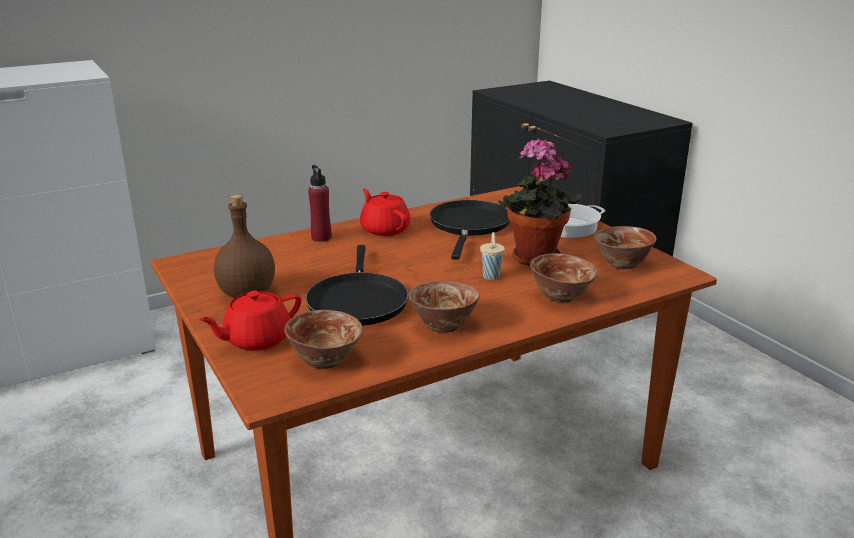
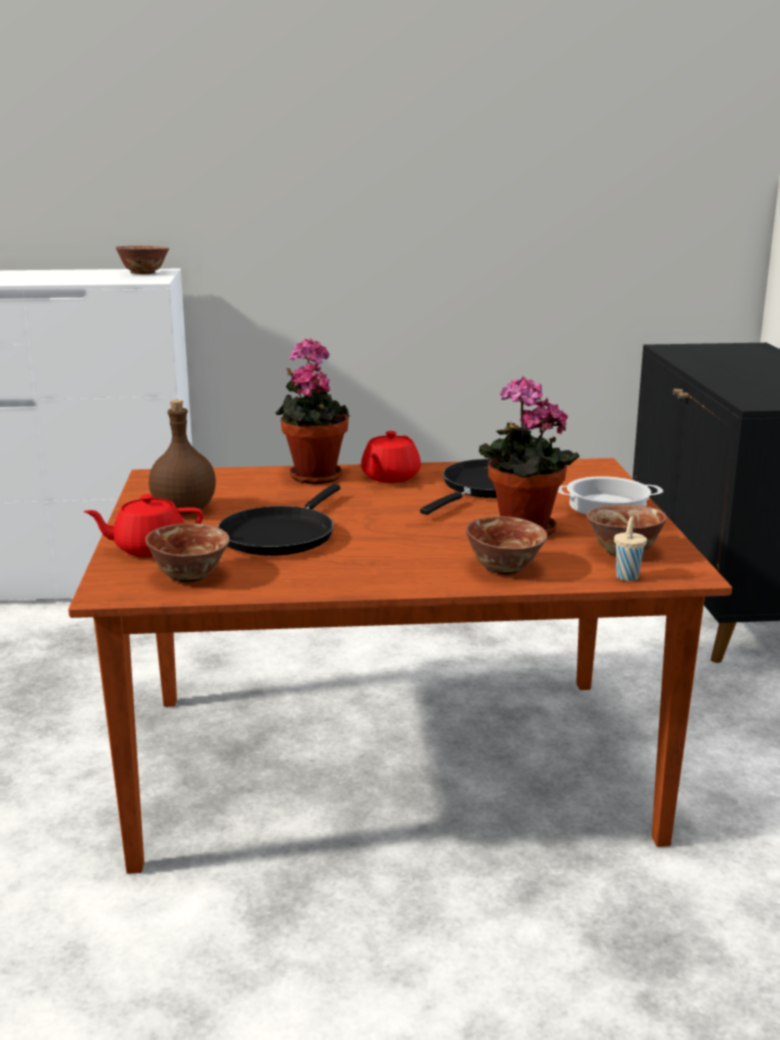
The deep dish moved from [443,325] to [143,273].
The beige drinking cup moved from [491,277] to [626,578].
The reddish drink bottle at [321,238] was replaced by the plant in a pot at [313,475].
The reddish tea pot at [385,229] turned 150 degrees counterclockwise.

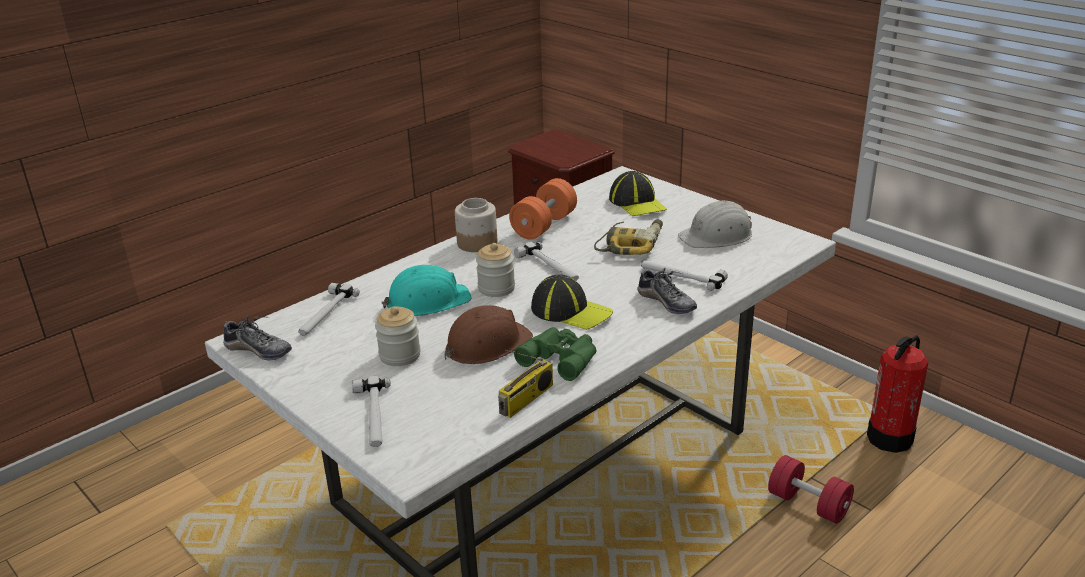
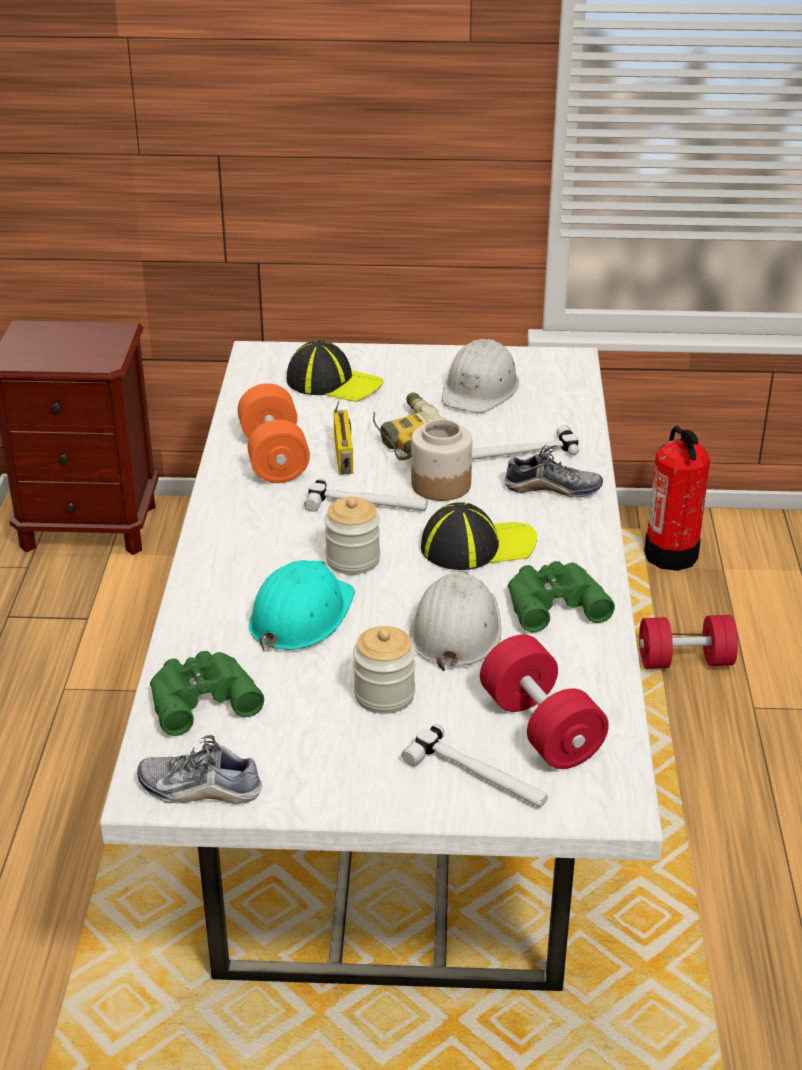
The reddish free weight at [540,728] appeared.
The preserve jar moved from [476,243] to [440,485].
The radio set moved from [526,400] to [344,455].
The tool hammer at [325,313] was replaced by the green-coloured pair of binoculars at [200,697].
The brown-coloured work helmet at [486,344] became the whitish work helmet at [456,630].
The low shoe at [258,350] turned 150 degrees counterclockwise.

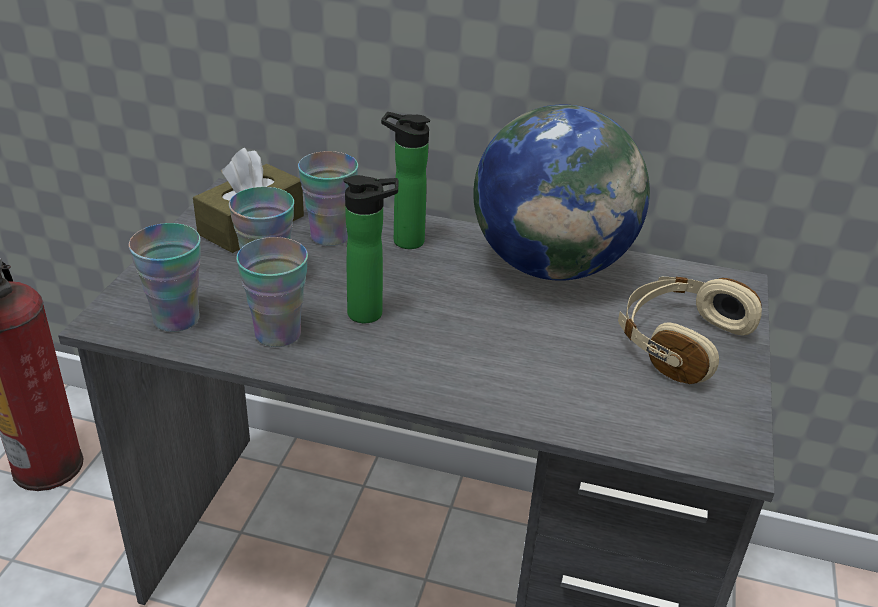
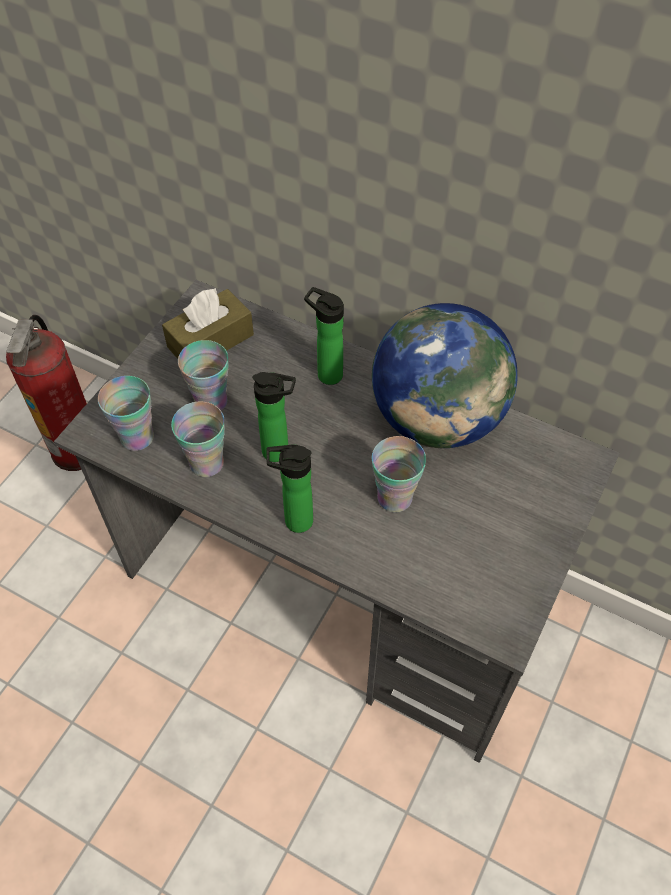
The beige headset at [679,341] disappeared.
The drink bottle at [294,521] appeared.
The drinking cup moved from [330,236] to [394,497].

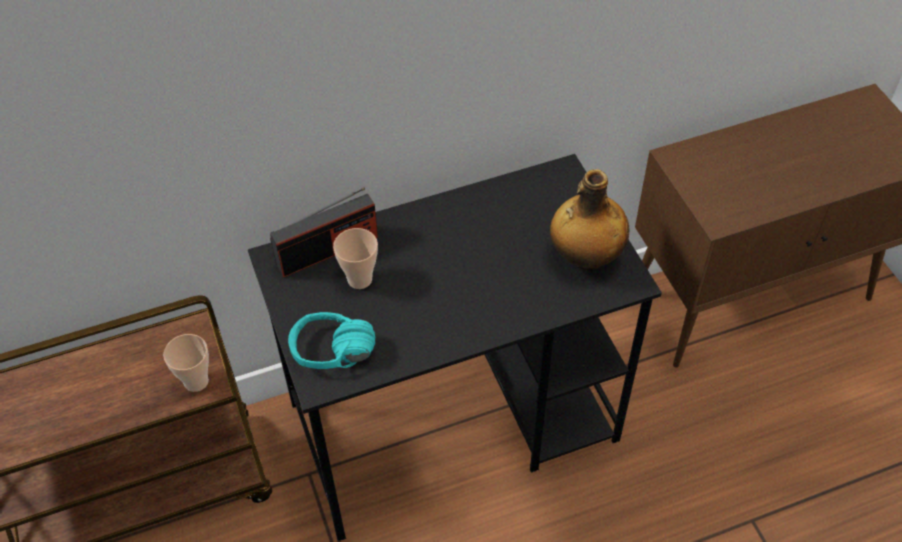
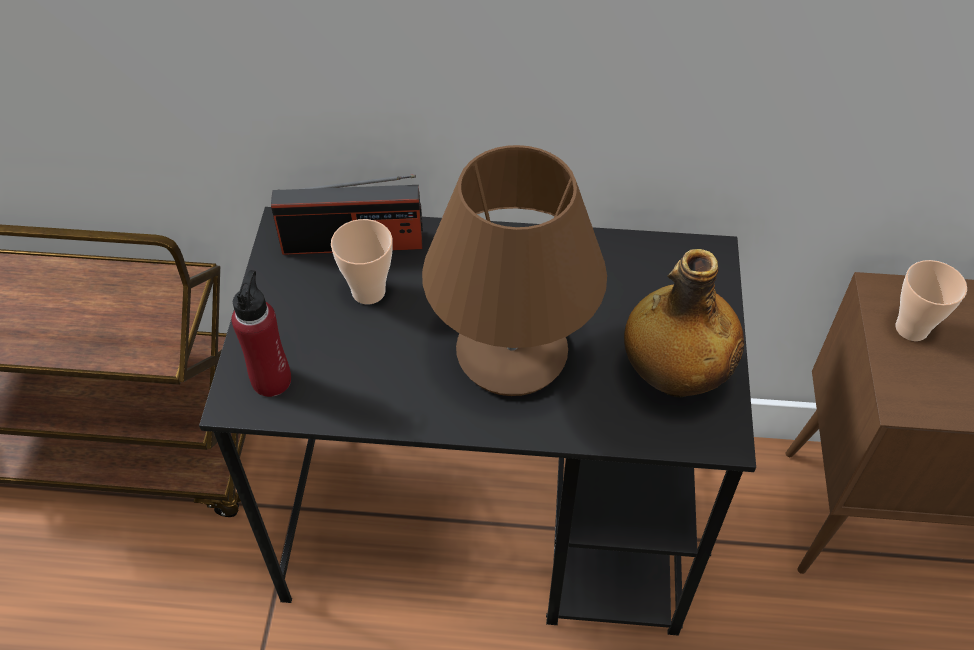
The brown-coloured lamp for a table at [510,353] appeared.
The drinking cup moved from [196,381] to [911,328].
The blue-green headset at [332,362] was replaced by the reddish drink bottle at [271,380].

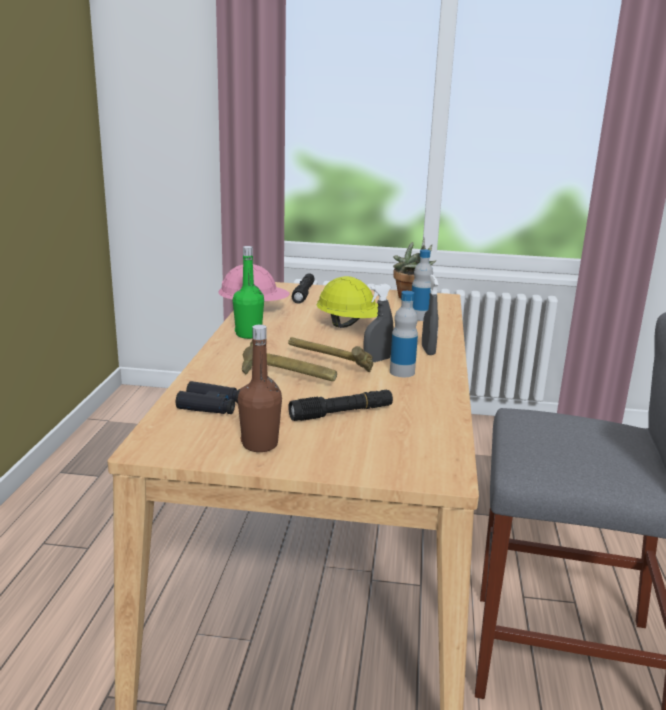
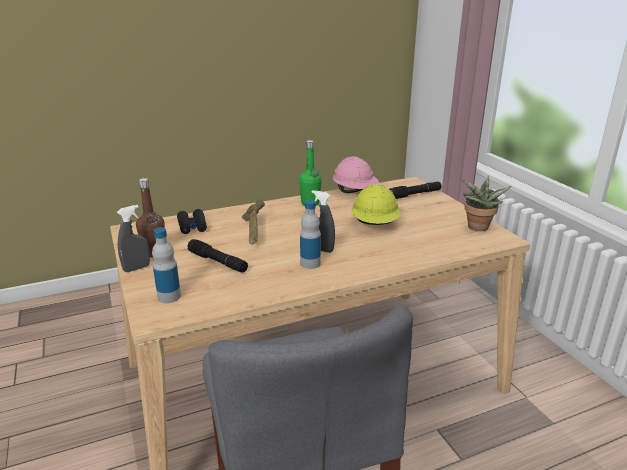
The tool hammer at [329,364] disappeared.
The drink bottle moved from [420,317] to [169,296].
The gray spray bottle moved from [428,350] to [136,268].

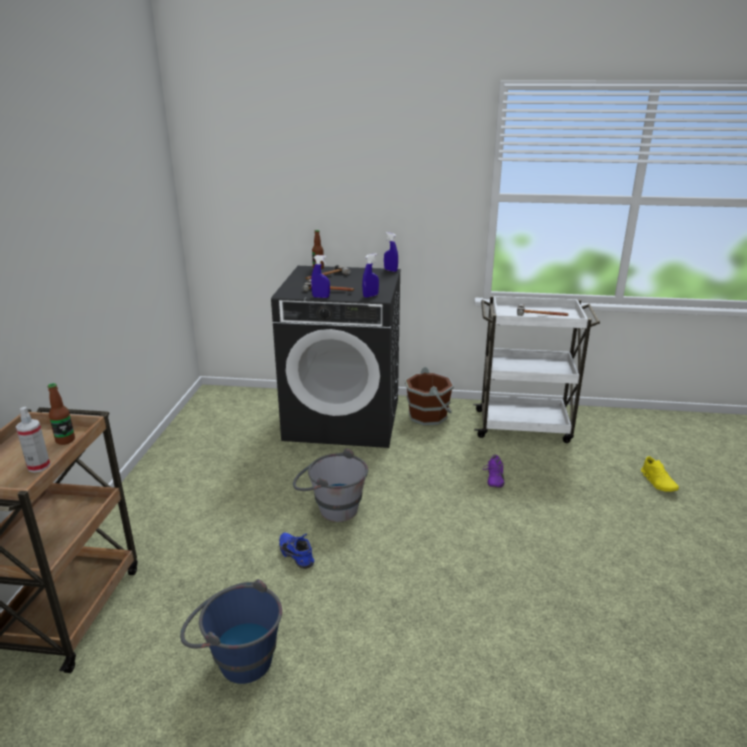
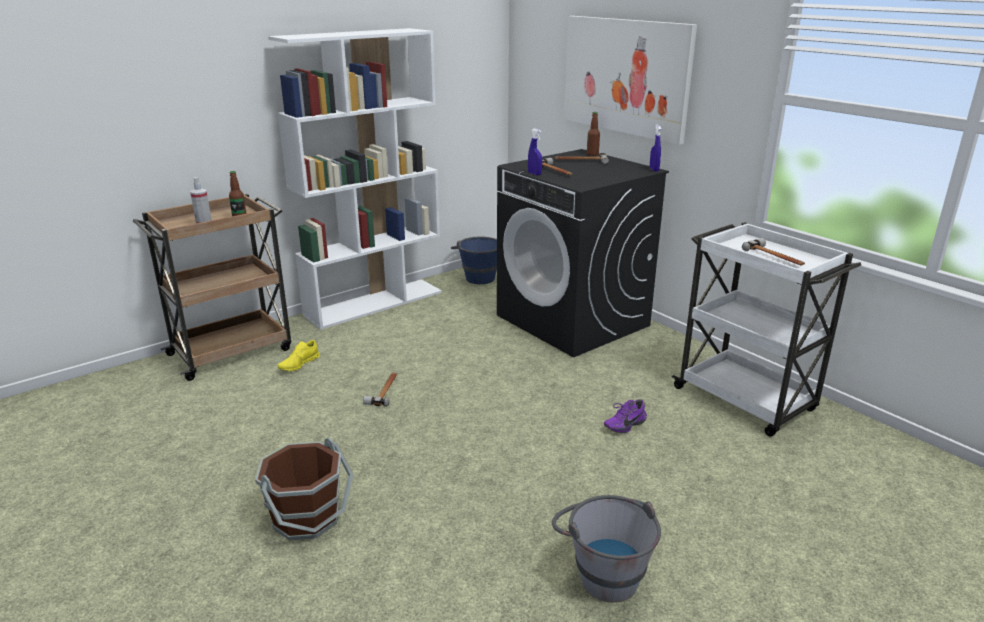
The blue-coloured spray bottle at [370,296] disappeared.
The whitish bookcase at [374,303] appeared.
The wall picture at [625,76] appeared.
The blue-coloured bucket moved from [236,658] to [477,276].
The gray bucket moved from [331,508] to [602,571].
The brown-coloured bucket moved from [428,415] to [307,517].
The yellow low shoe moved from [658,482] to [299,364].
The blue-coloured low shoe at [298,554] was replaced by the tool hammer at [384,391].

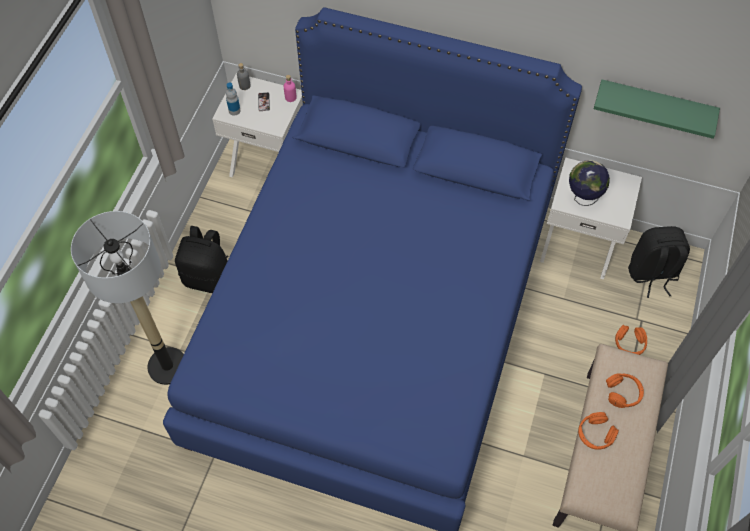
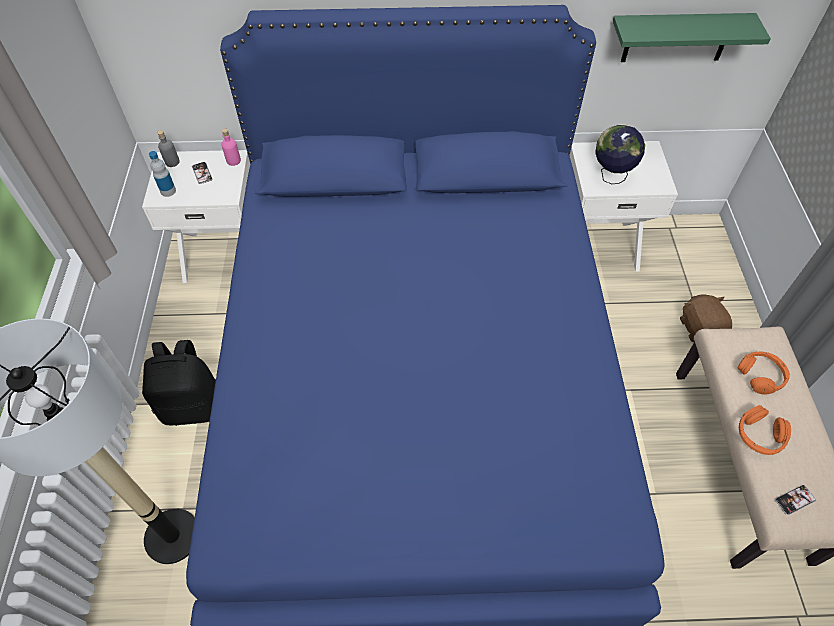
The black backpack at [652,274] disappeared.
The handset at [794,500] appeared.
The orange-coloured headset at [629,344] was replaced by the brown-coloured cuddly toy at [700,328].

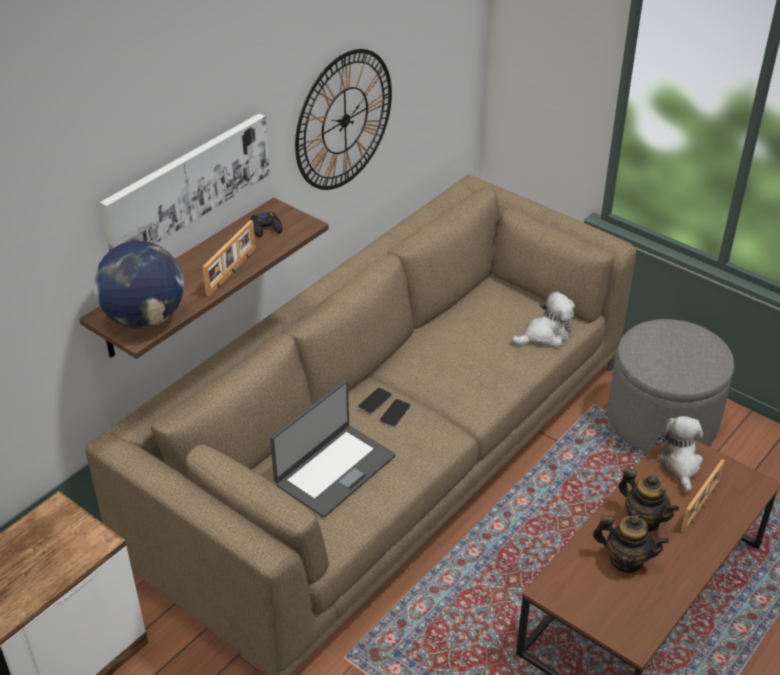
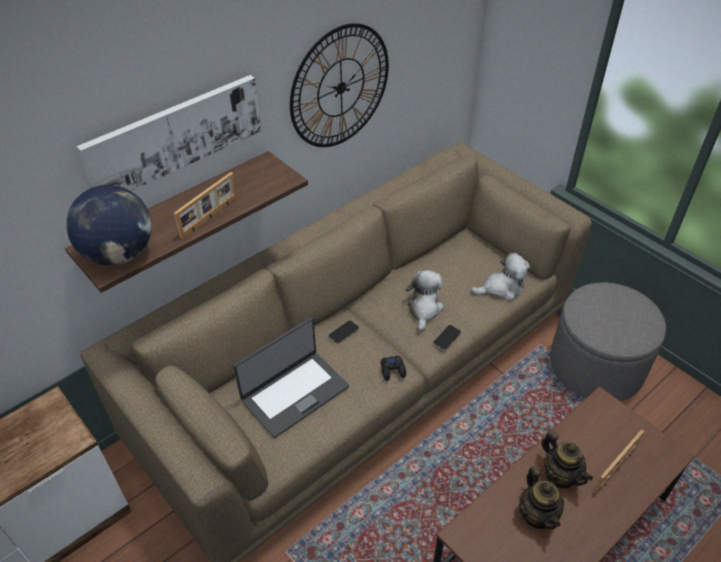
The black joypad moved from [266,228] to [393,370].
The handset moved from [395,413] to [447,338].
The cuddly toy moved from [679,464] to [424,309].
The tea pot at [626,560] turned 45 degrees clockwise.

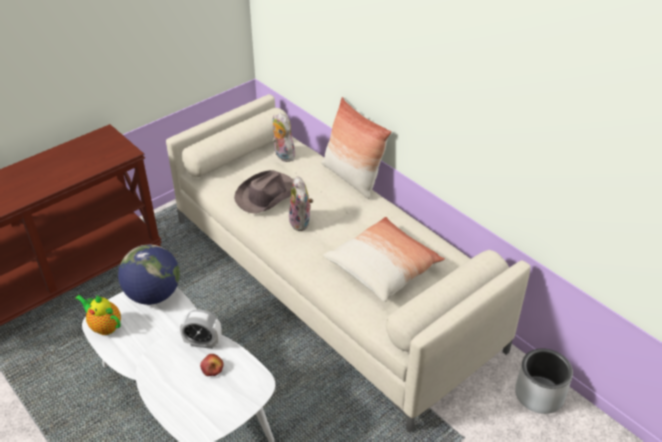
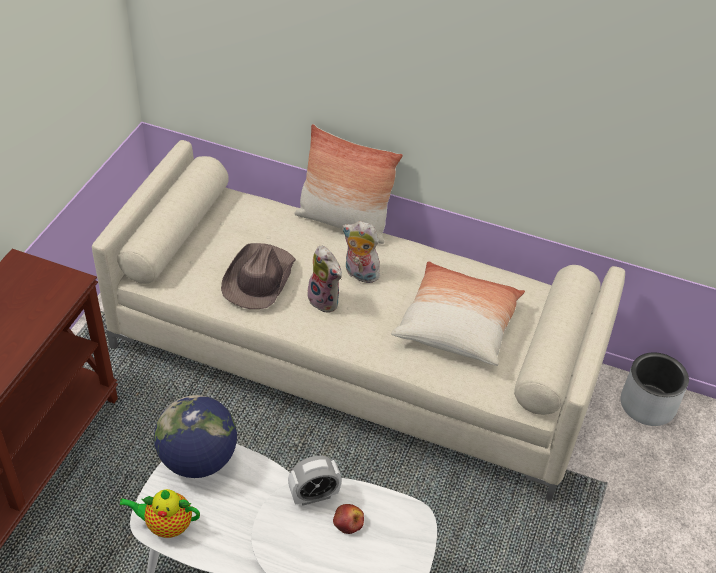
The cuddly toy moved from [282,155] to [359,274].

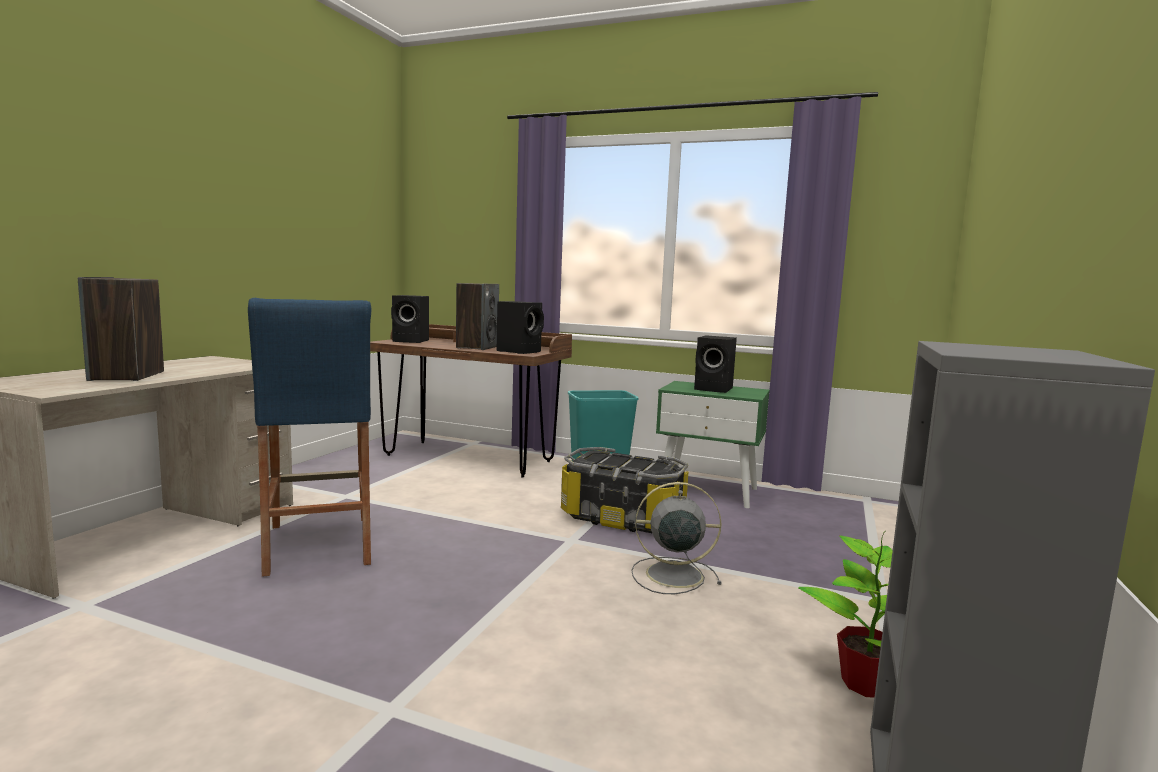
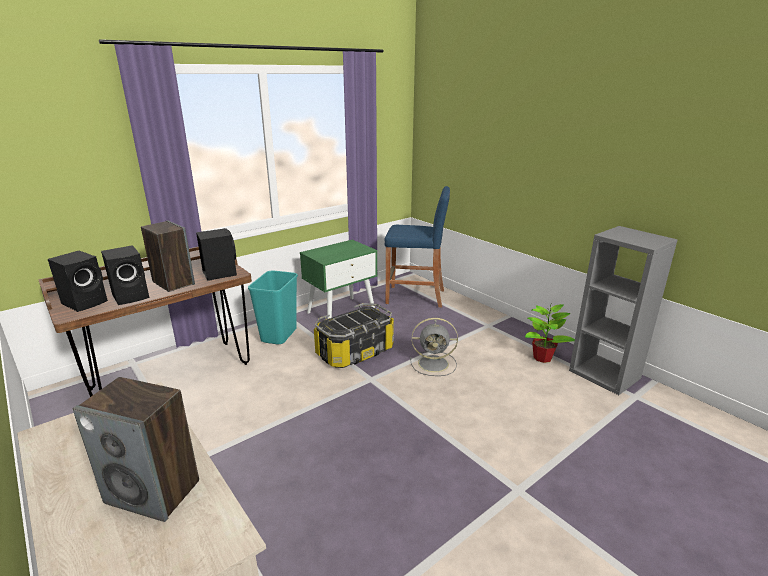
The blue-coloured stool moved from [319,544] to [415,297].
The black audio speaker moved from [715,389] to [132,296].
The gray cooling fan at [671,575] turned 120 degrees counterclockwise.

